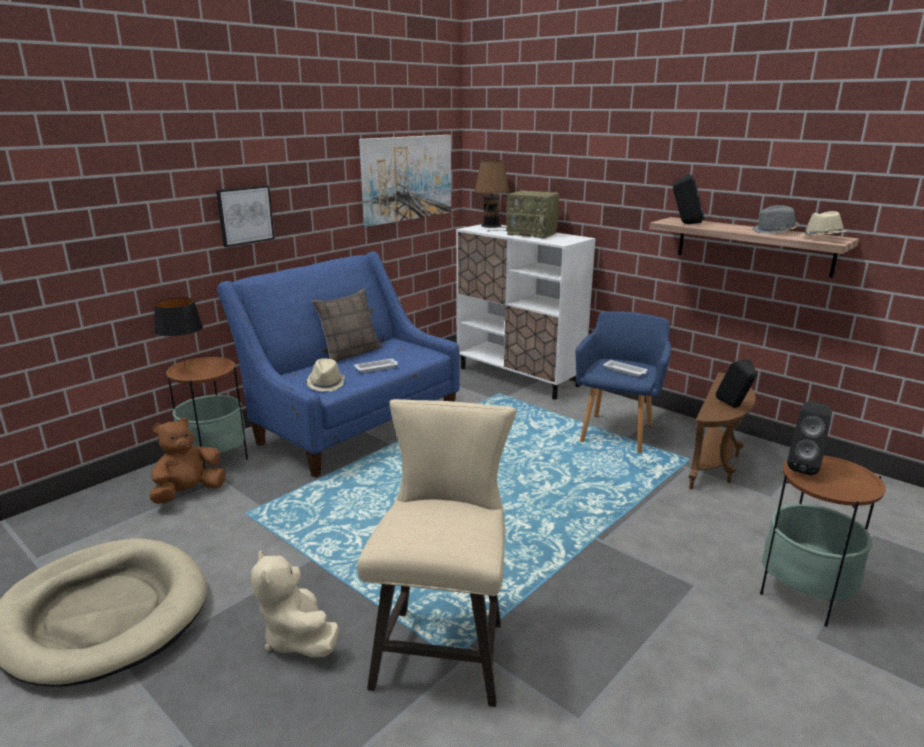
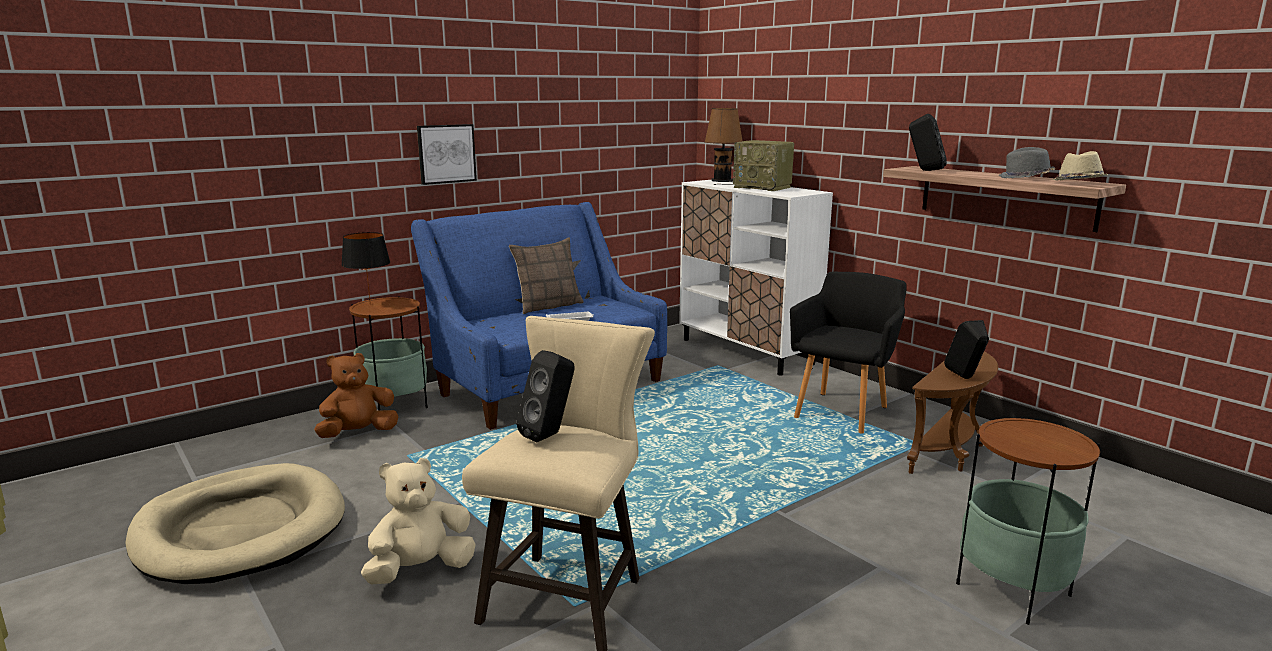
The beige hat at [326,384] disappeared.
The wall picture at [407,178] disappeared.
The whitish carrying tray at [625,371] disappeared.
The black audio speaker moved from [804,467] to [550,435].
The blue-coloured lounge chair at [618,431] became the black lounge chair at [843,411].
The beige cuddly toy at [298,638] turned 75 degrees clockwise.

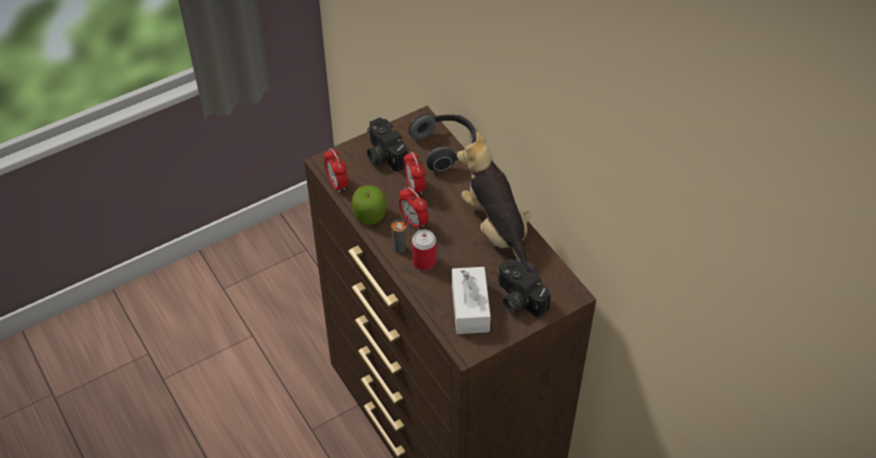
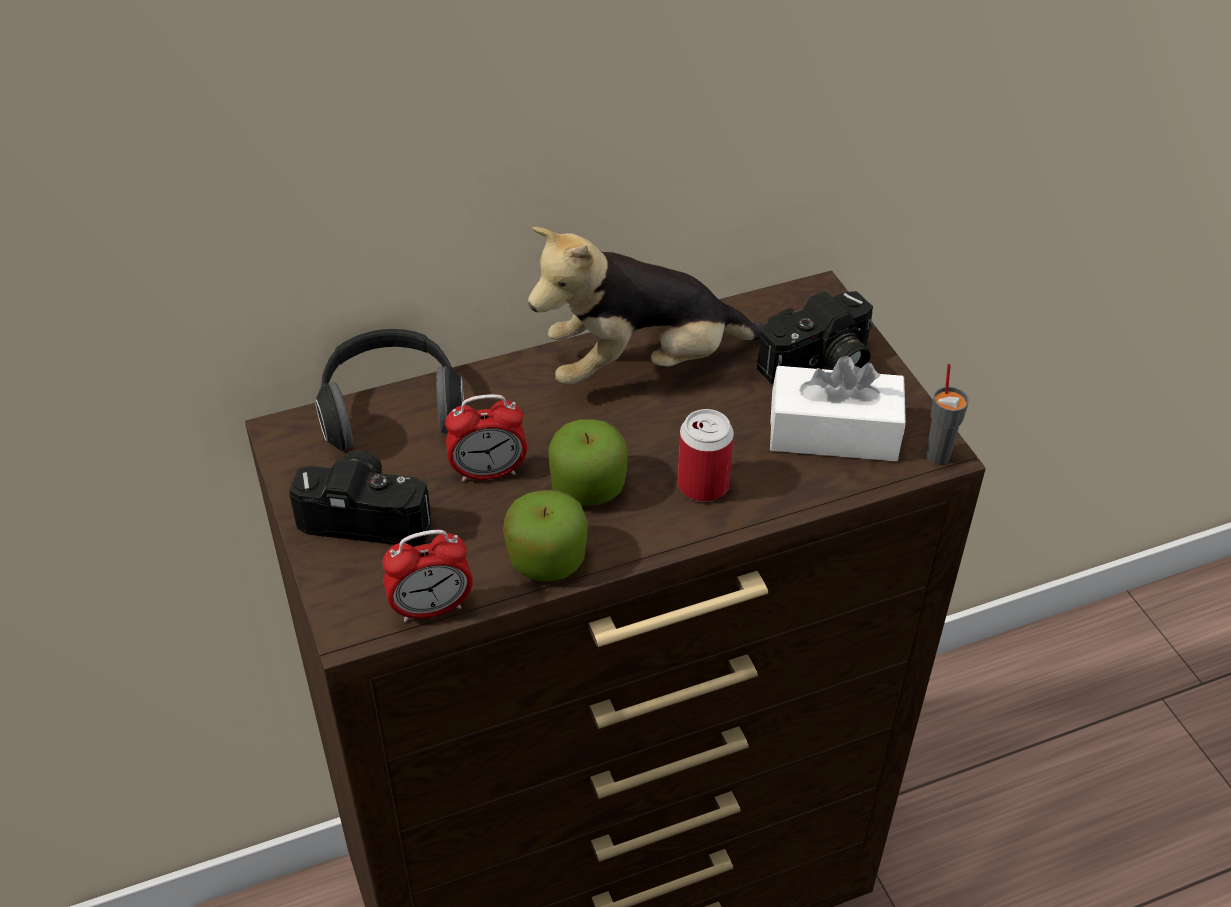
The gray drinking cup moved from [400,248] to [938,454].
The alarm clock at [413,221] was replaced by the apple at [587,487].
The photo camera at [383,154] turned 150 degrees counterclockwise.

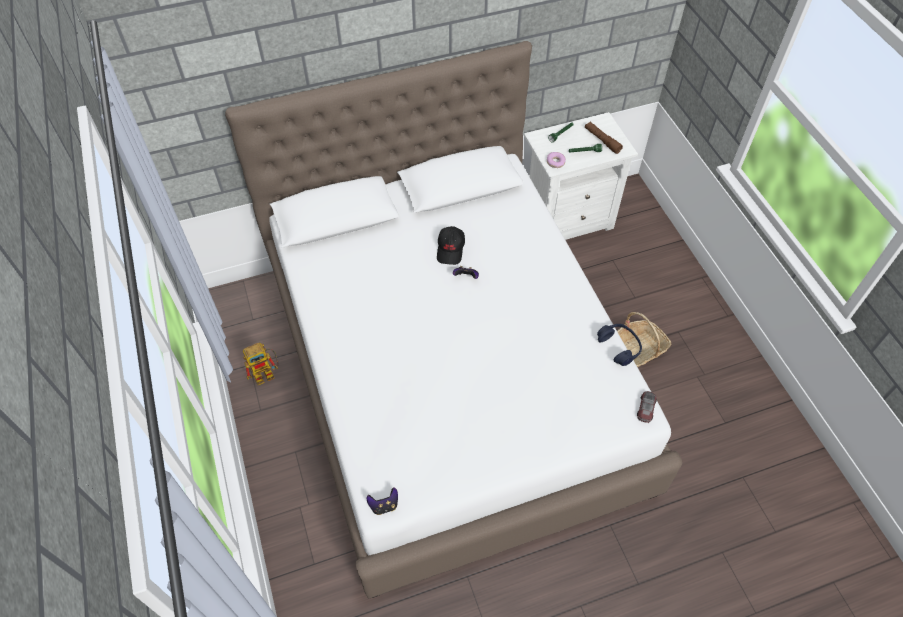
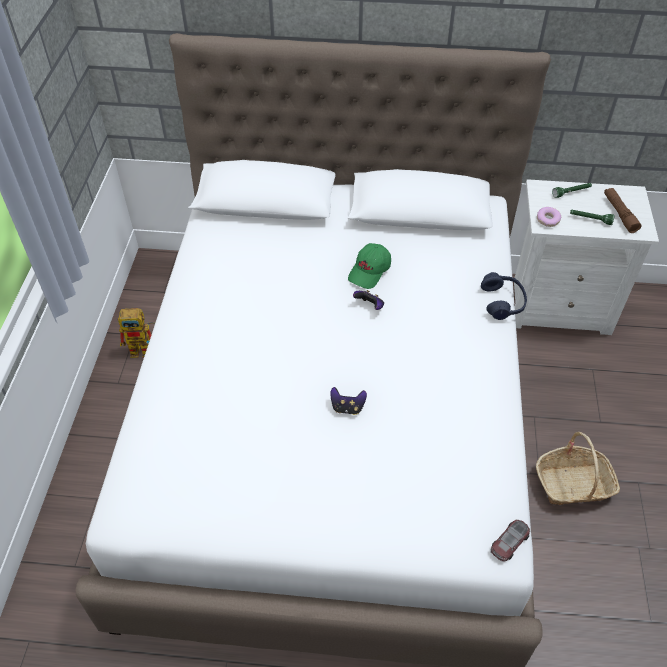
The joypad moved from [384,505] to [347,407].
The blue-coloured headset moved from [619,347] to [502,302].
The black baseball cap at [451,249] became the green-coloured baseball cap at [370,271].

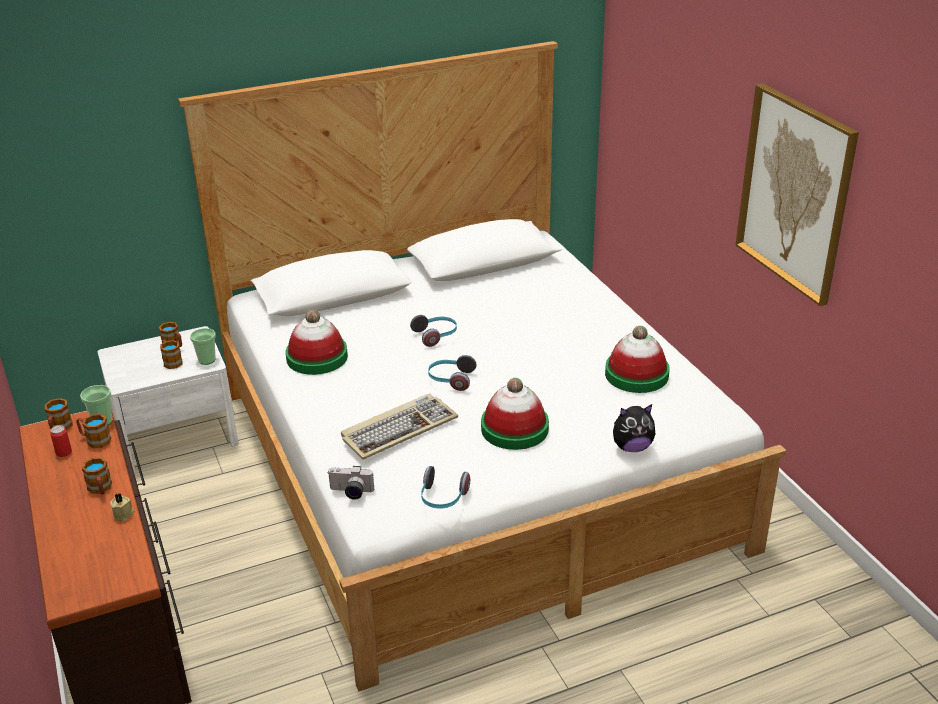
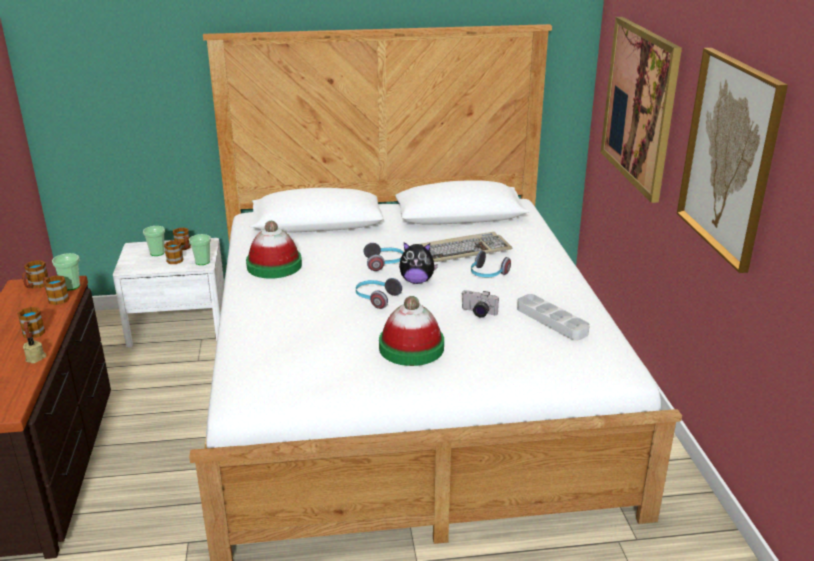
The sealed can at [64,452] disappeared.
The drinking cup at [157,253] appeared.
The wall picture at [639,106] appeared.
The photo camera moved from [350,492] to [478,313].
The computer keyboard moved from [399,429] to [464,250].
The headset moved from [443,498] to [487,275].
The cuddly toy moved from [632,447] to [417,281].
The hat at [636,374] was replaced by the gray carrying tray at [551,321].

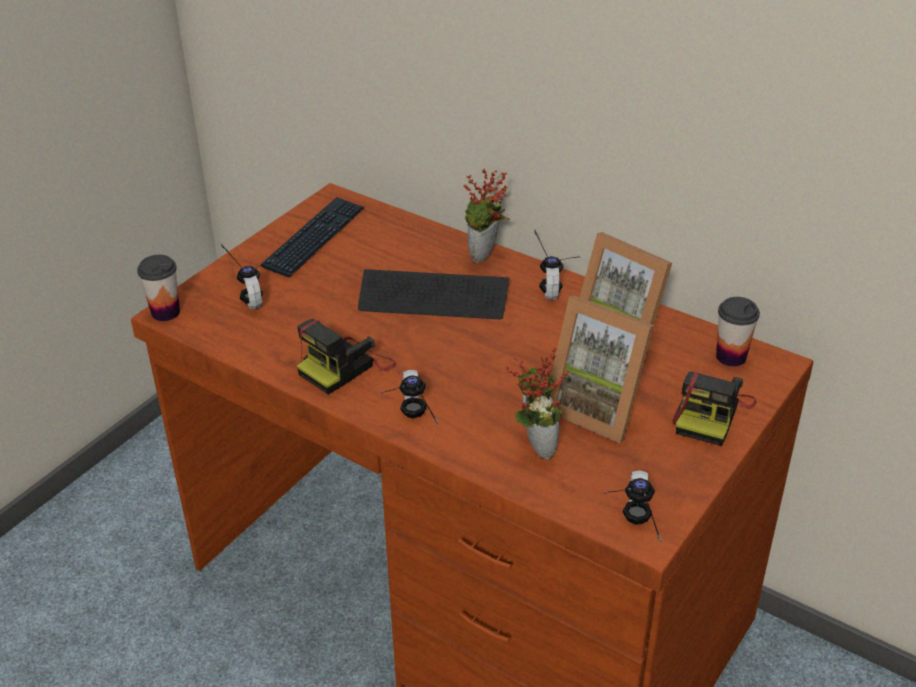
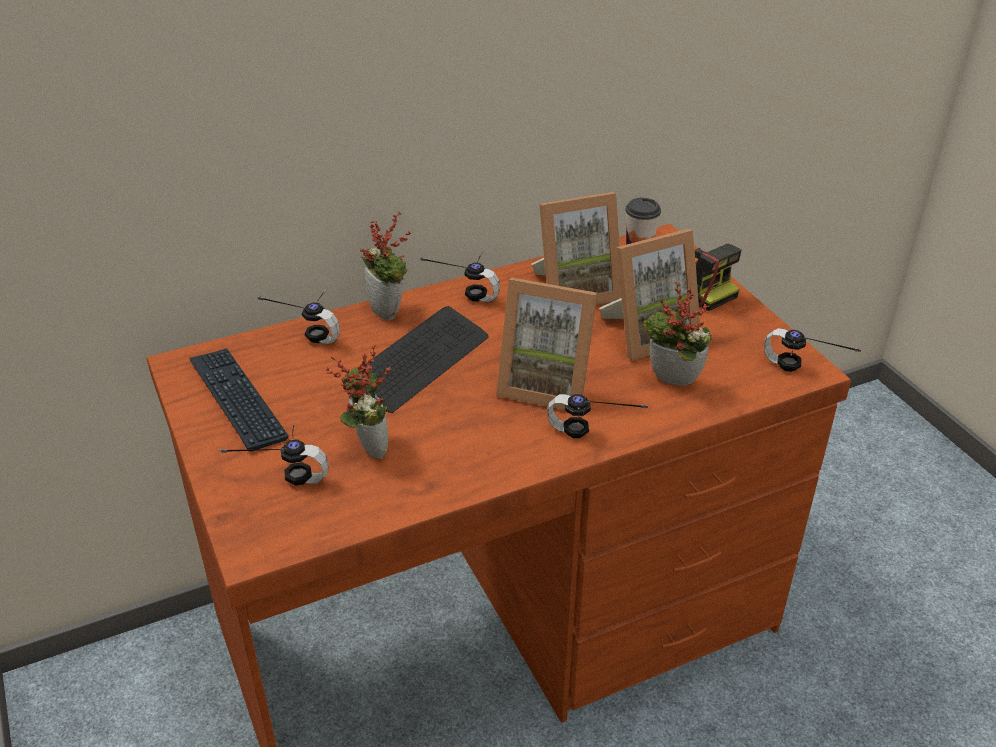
The drinking cup at [165,312] disappeared.
The photo camera at [345,367] disappeared.
The headset at [310,330] appeared.
The plant in a pot at [367,446] appeared.
The picture frame at [546,384] appeared.

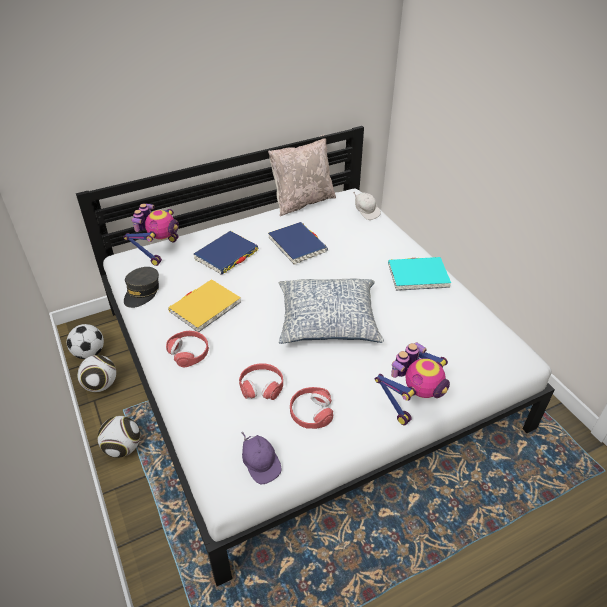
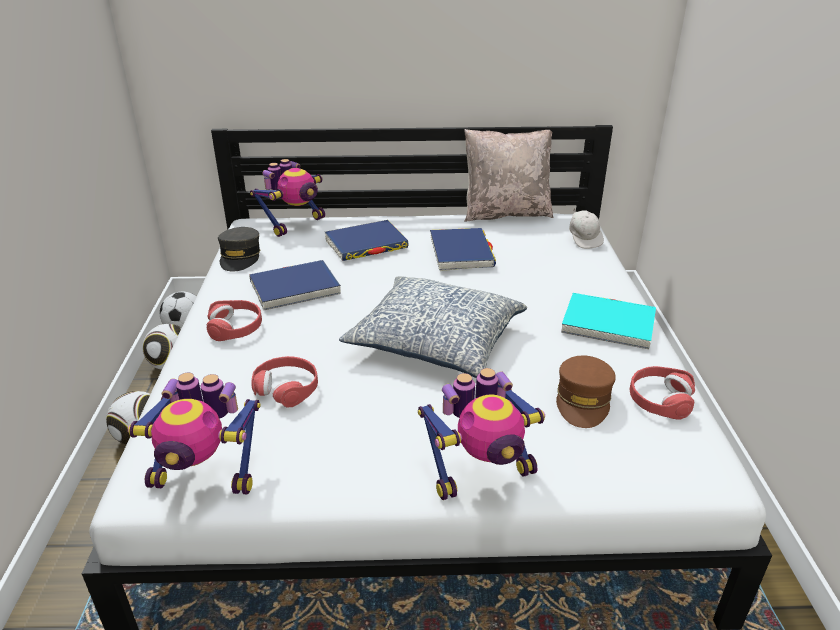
The brown-coloured baseball cap at [583,400] appeared.
The reddish headset moved from [311,412] to [659,399].
The purple baseball cap at [261,464] was replaced by the robot figure at [206,477].
The yellow volume at [205,307] became the blue-coloured volume at [295,288].
The gray baseball cap at [142,292] turned 45 degrees counterclockwise.

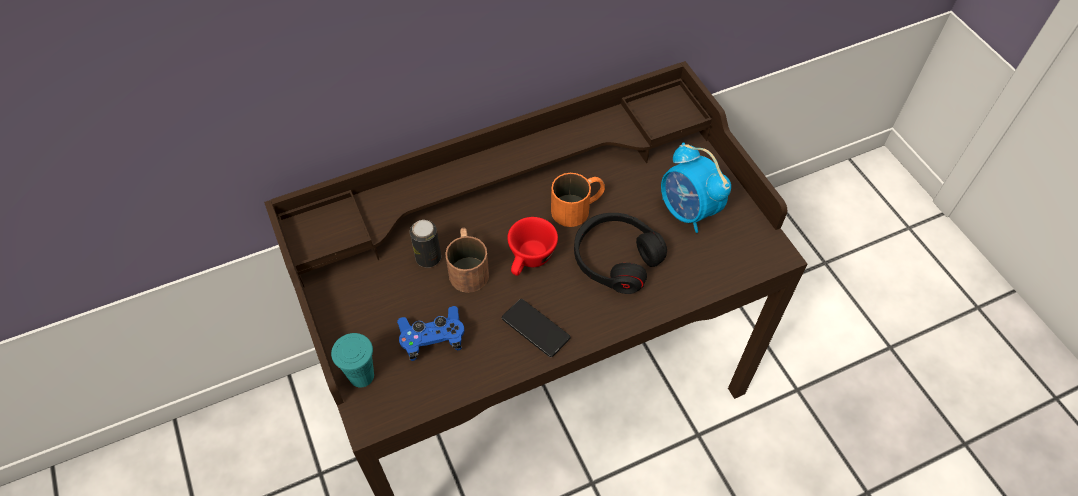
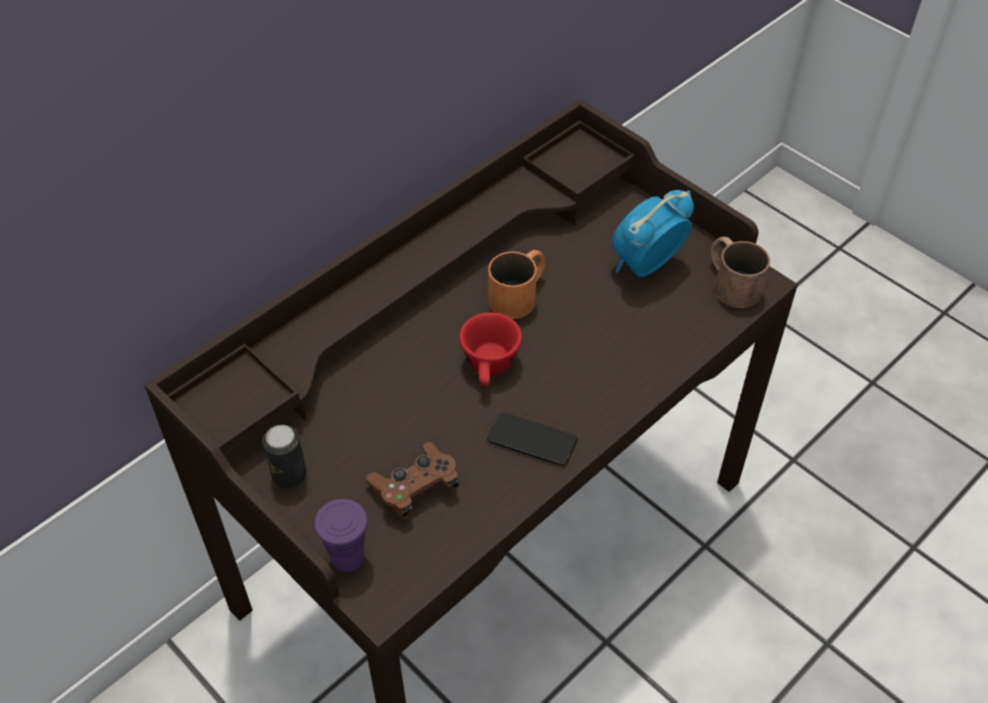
The black headset at [616,258] disappeared.
The sealed can moved from [428,258] to [289,476].
The brown-coloured coffee mug moved from [468,266] to [730,282].
The blue-green drinking cup at [361,376] became the purple drinking cup at [347,557].
The blue-coloured joypad at [432,338] became the brown-coloured joypad at [415,488].
The alarm clock at [688,211] turned 105 degrees clockwise.

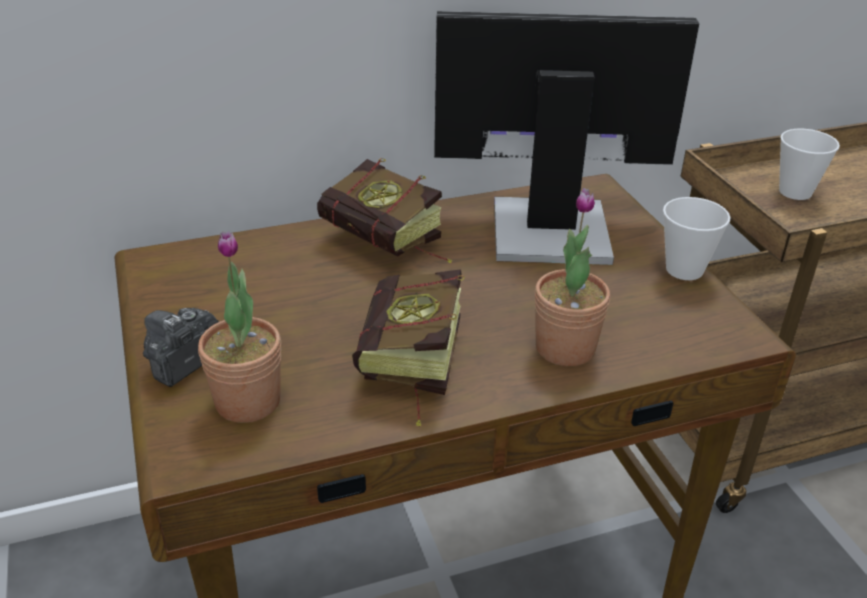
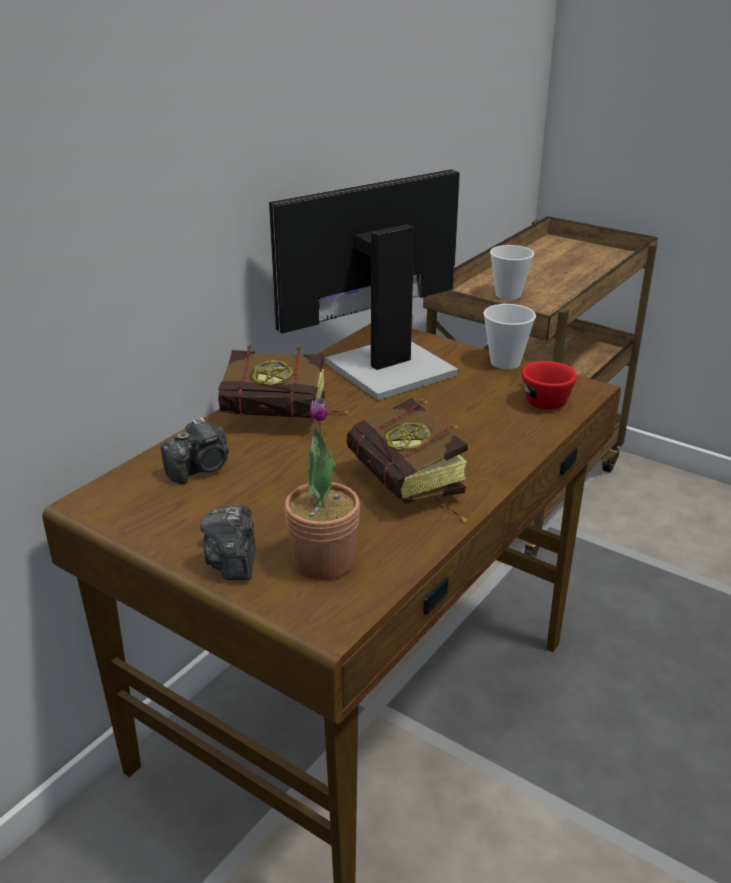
The plant in a pot at [565,348] disappeared.
The photo camera at [201,468] appeared.
The reddish drinking cup at [542,399] appeared.

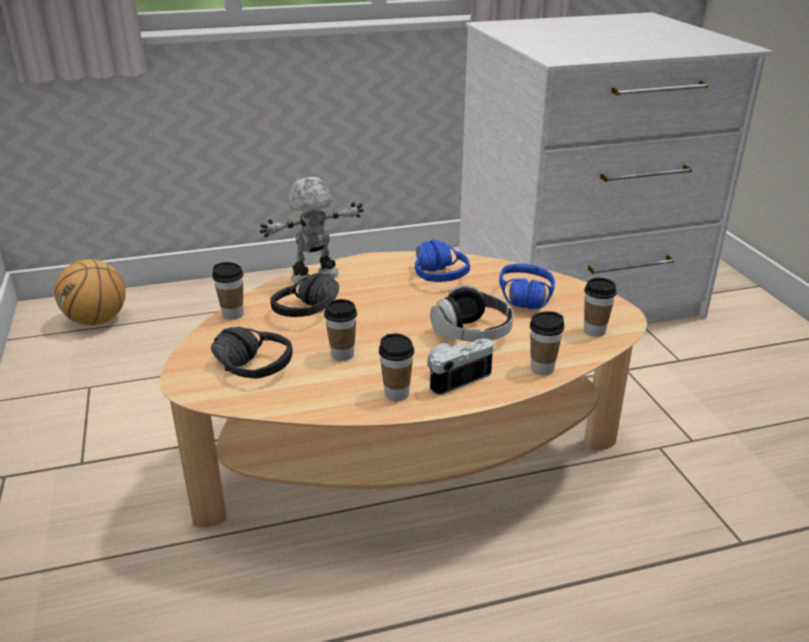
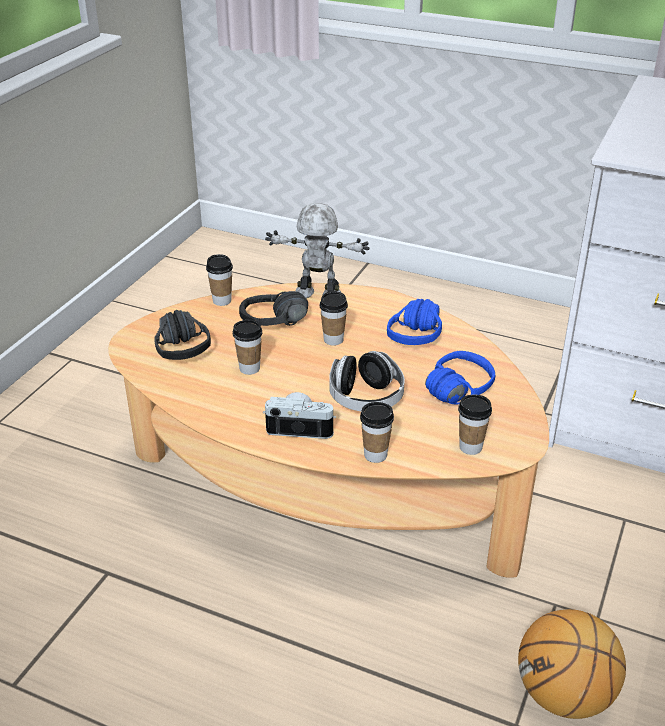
The ball for basketball moved from [97,320] to [564,695].
The drinking cup moved from [396,394] to [333,340].

